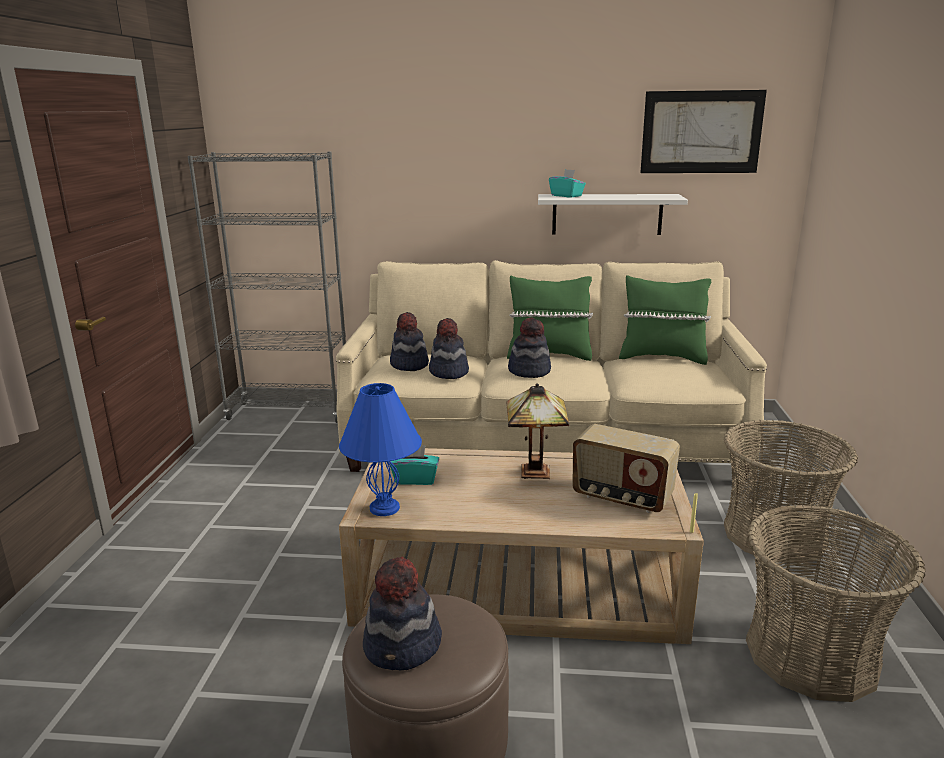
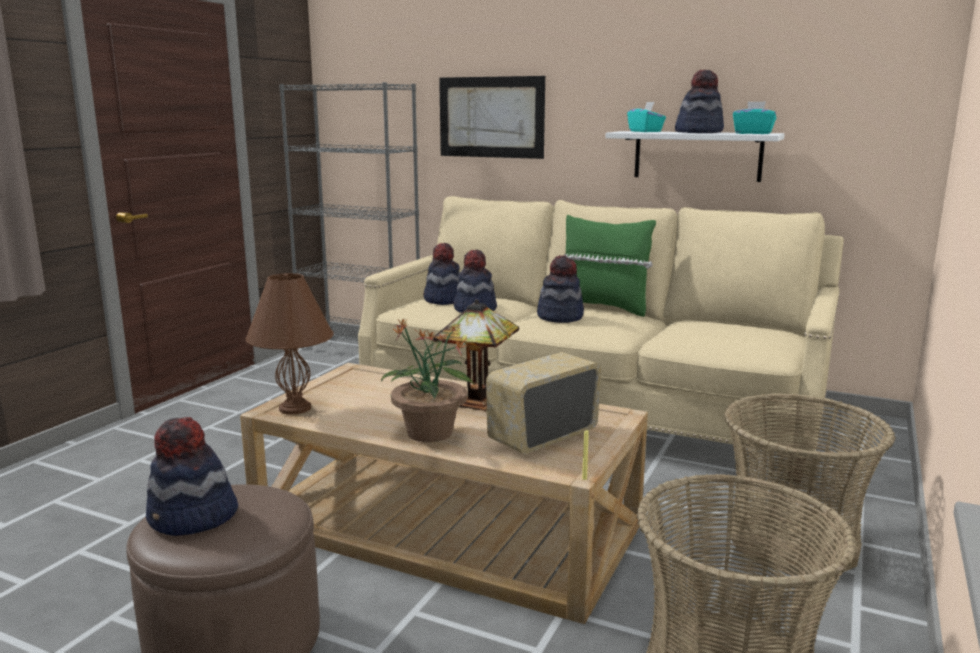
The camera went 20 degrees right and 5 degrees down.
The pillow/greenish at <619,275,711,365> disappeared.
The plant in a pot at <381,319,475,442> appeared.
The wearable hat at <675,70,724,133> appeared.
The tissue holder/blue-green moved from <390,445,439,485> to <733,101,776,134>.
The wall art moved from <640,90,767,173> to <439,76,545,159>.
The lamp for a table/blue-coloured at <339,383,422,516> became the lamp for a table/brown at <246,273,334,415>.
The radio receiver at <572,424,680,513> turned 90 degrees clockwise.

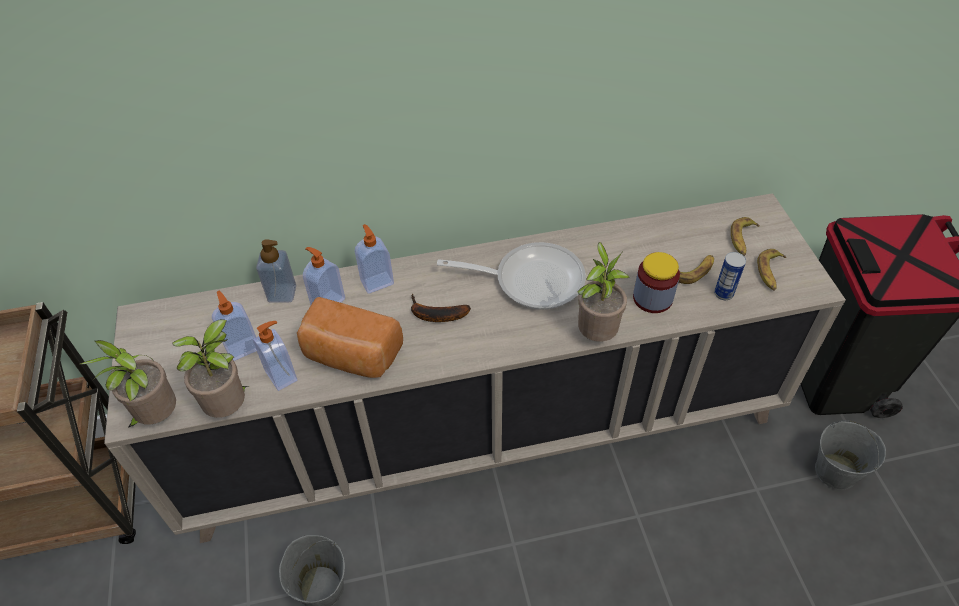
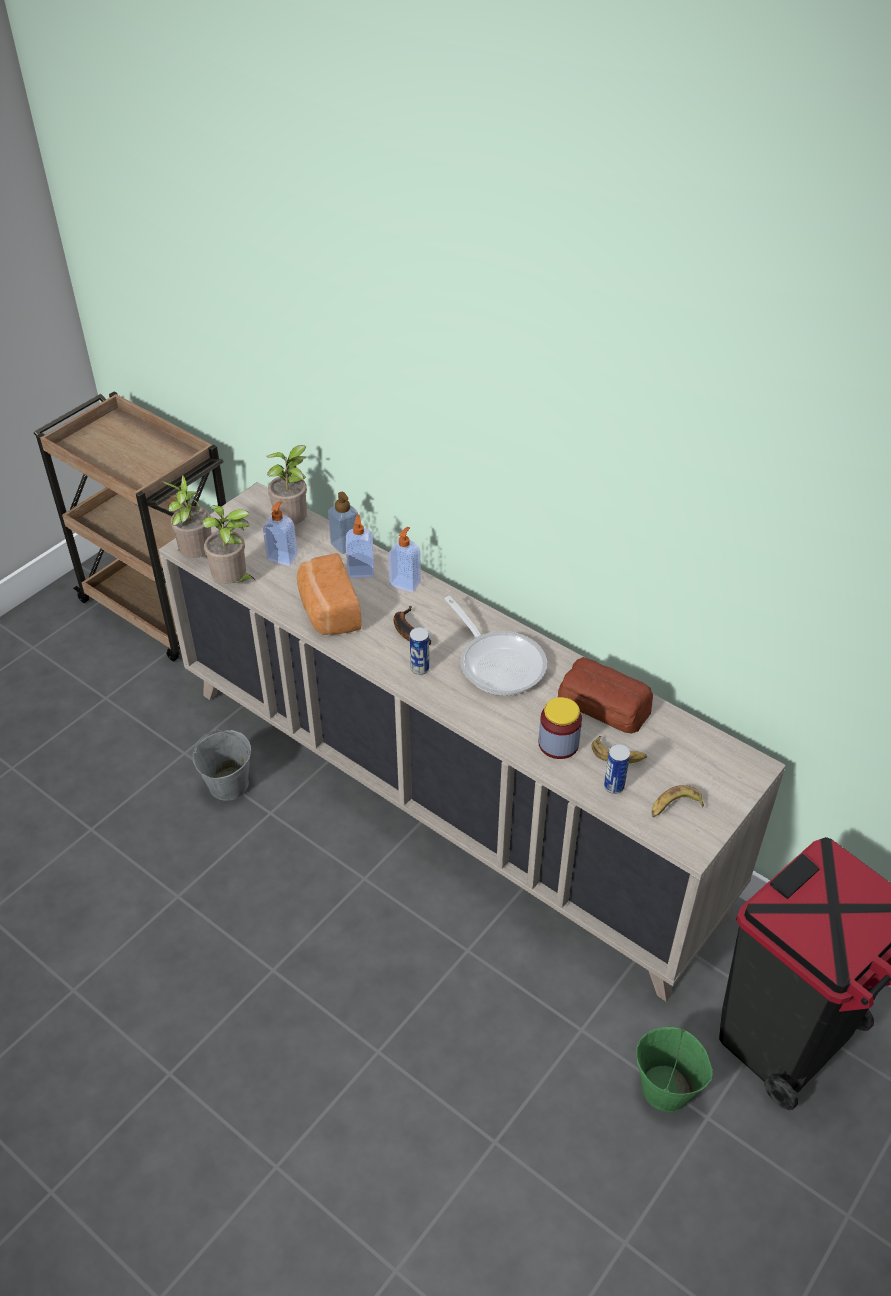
The camera went 50 degrees right and 5 degrees down.
The soap bottle at <253,321,297,391> disappeared.
The whole banana at <731,217,759,256> disappeared.
The sealed can at <410,627,429,675> appeared.
The bread at <558,657,653,734> appeared.
The plant in a pot moved from <577,242,629,341> to <267,445,307,525>.
The bucket/gray at <815,420,886,490> became the bucket/greenish at <636,1027,713,1112>.

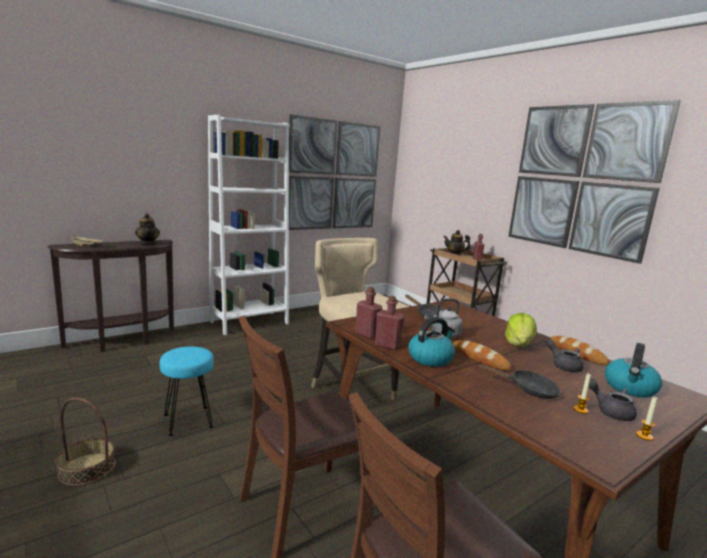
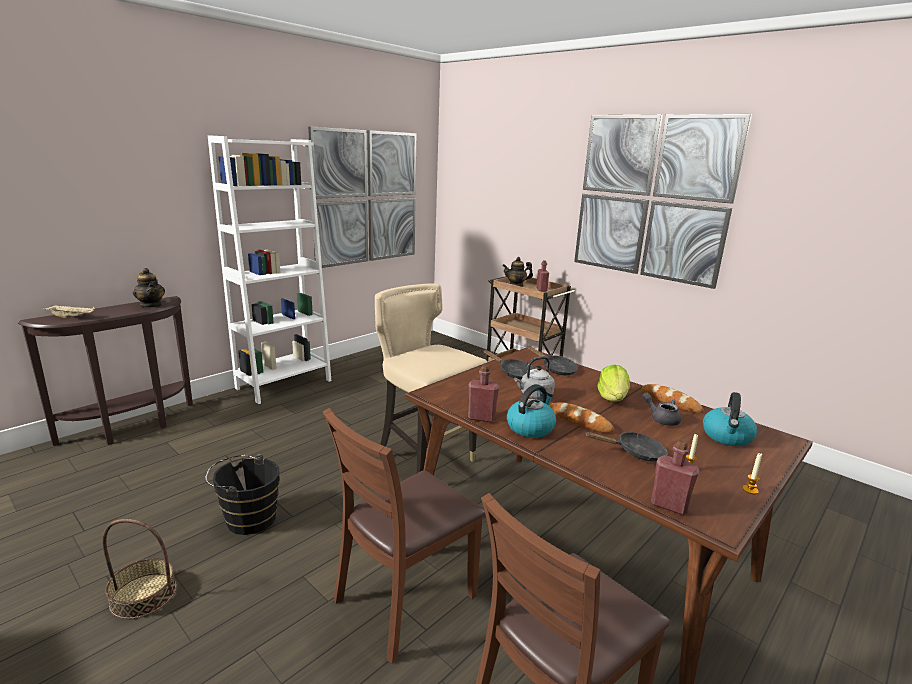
The camera went 10 degrees left and 5 degrees up.
The pot for tea/gray at <589,378,637,421> disappeared.
The skillet/blackish at <527,346,578,375> appeared.
The beverage bottle/red-coloured moved from <355,287,382,339> to <651,439,700,515>.
The sitting stool/blue-green at <160,346,214,436> was replaced by the bucket/blackish at <205,454,280,535>.

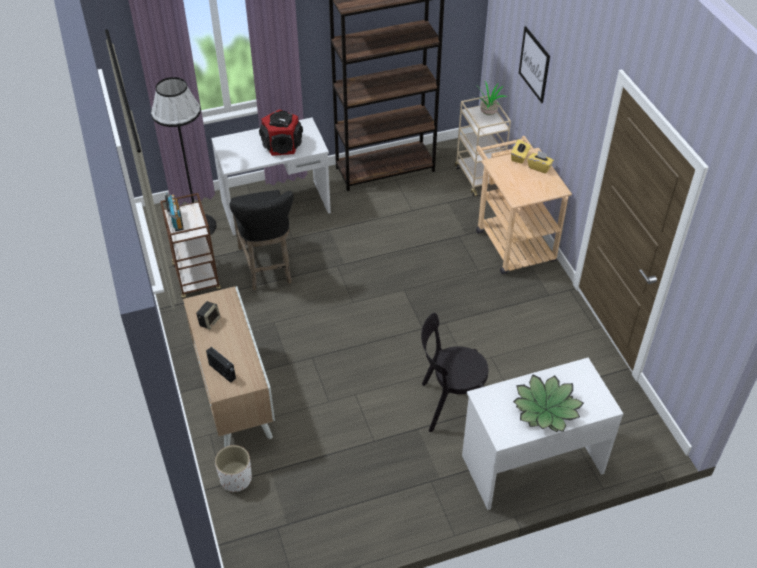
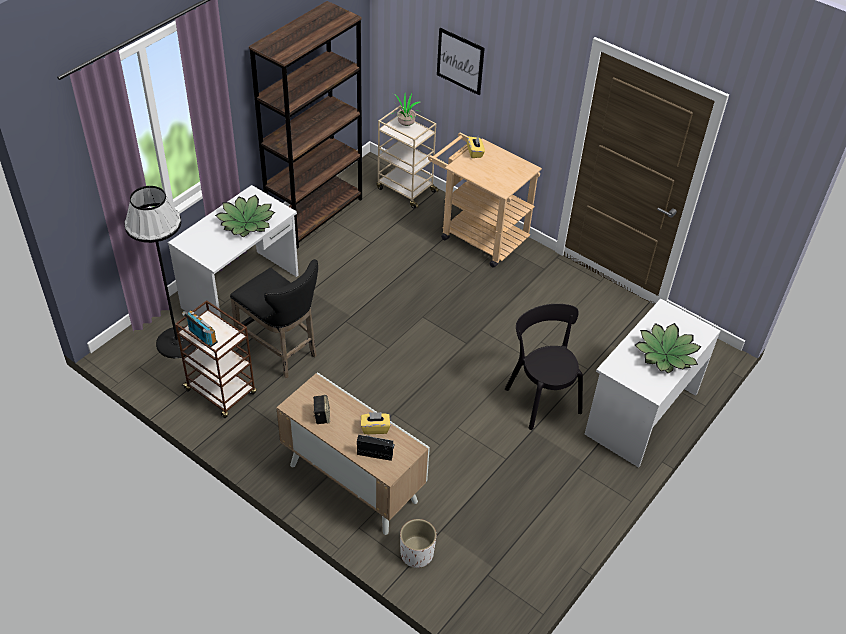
The camera went 35 degrees left and 0 degrees up.
The tissue holder/yellow moved from <527,150,554,173> to <361,412,390,434>.
The audio speaker at <259,109,303,156> was replaced by the plant in a pot at <215,195,275,237>.
The chair/blackish at <421,313,488,432> turned 105 degrees clockwise.

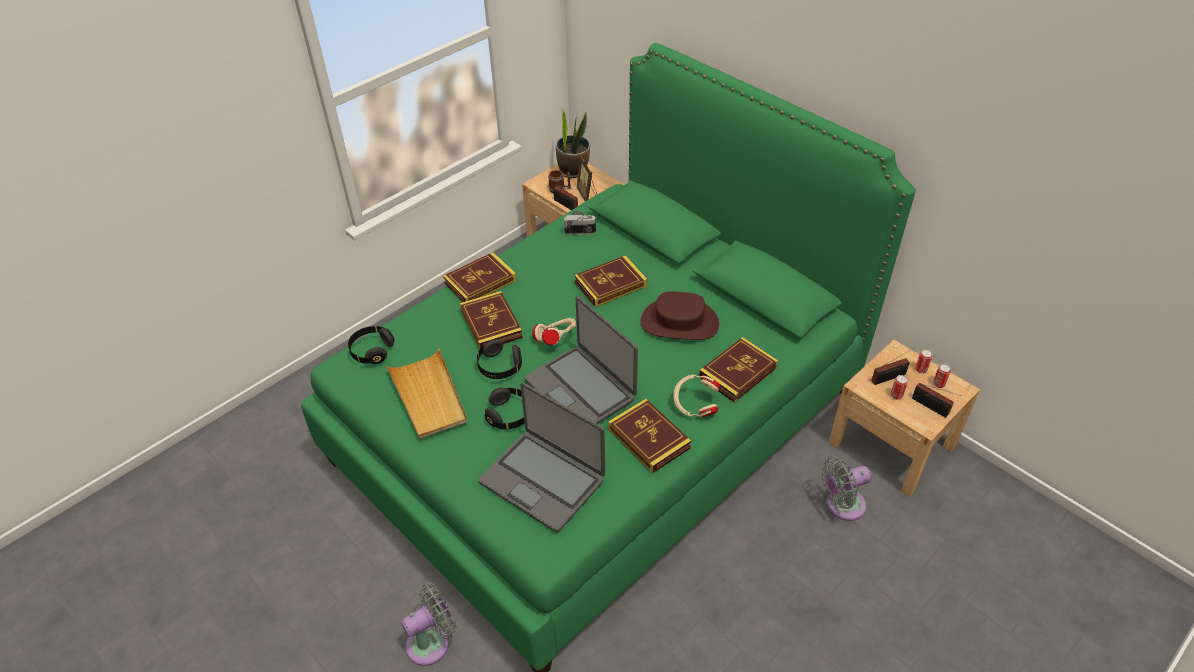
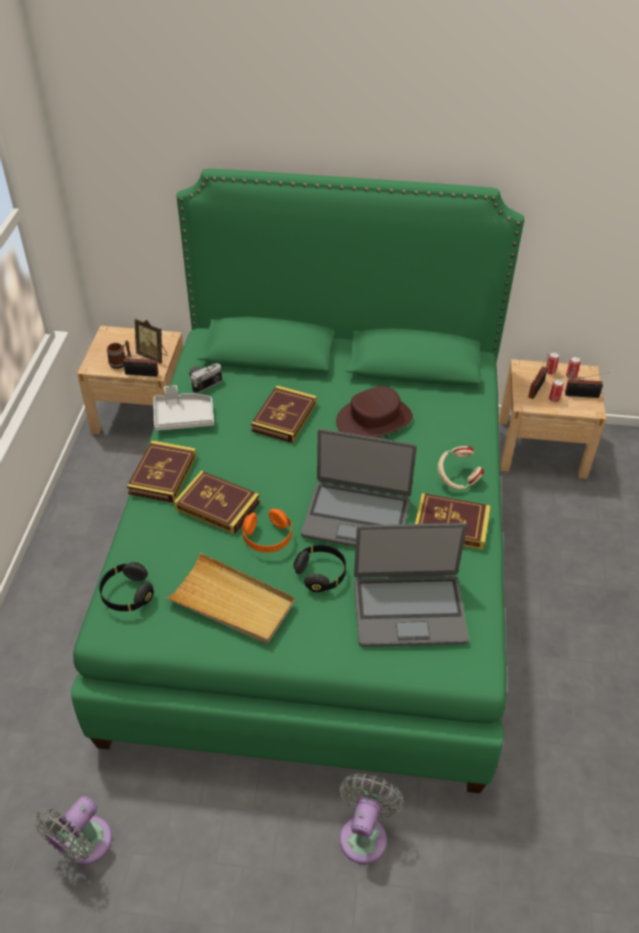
The camera went 40 degrees left and 0 degrees up.
The headset/beige at <532,318,576,345> disappeared.
The plant in a pot at <556,109,590,178> disappeared.
The book at <699,337,778,403> disappeared.
The carrying tray/gray at <153,385,214,431> appeared.
The electric fan/gray moved from <821,456,872,521> to <34,796,112,865>.
The headset/blackish at <477,339,522,379> became the headset/orange at <242,509,292,553>.

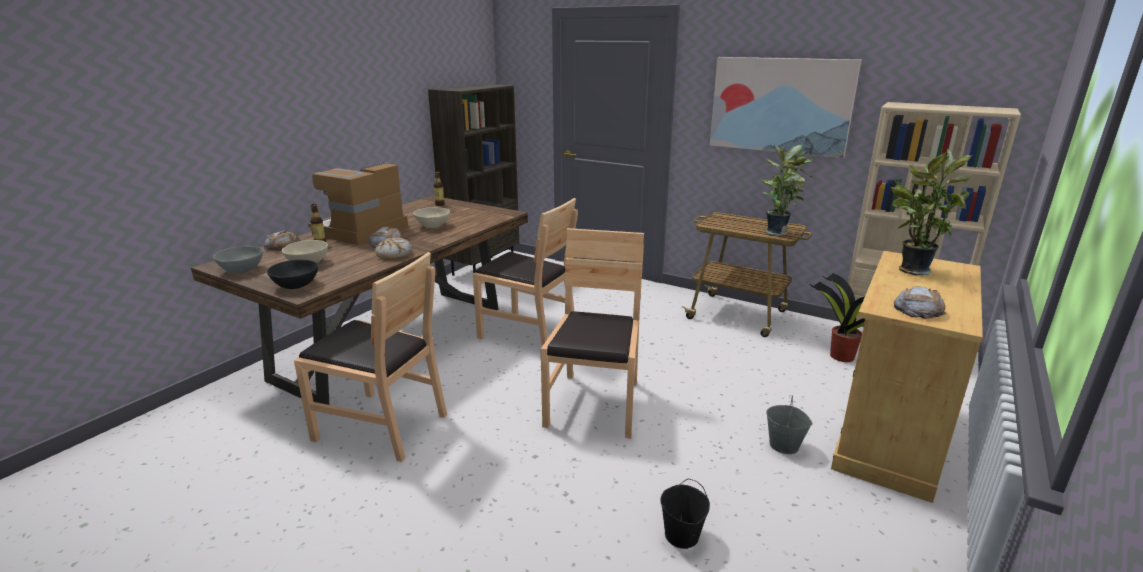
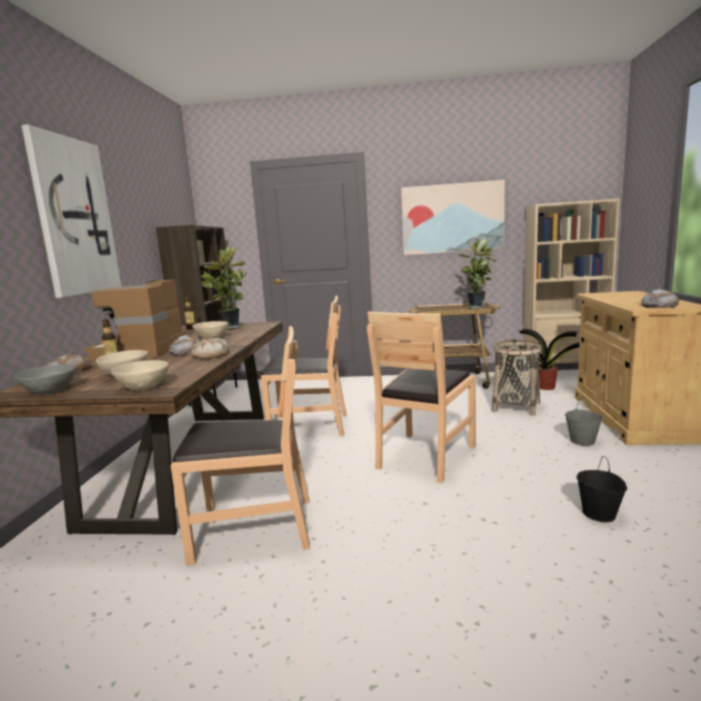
The camera went 25 degrees left and 10 degrees down.
The wall art at <21,125,121,298> appeared.
The storage basket at <492,340,542,416> appeared.
The plant in a pot moved from <891,149,971,275> to <201,247,246,330>.
The serving bowl/blackish at <267,260,318,289> became the serving bowl/beige at <111,360,169,390>.
The chair/brown at <541,228,644,438> turned 135 degrees counterclockwise.

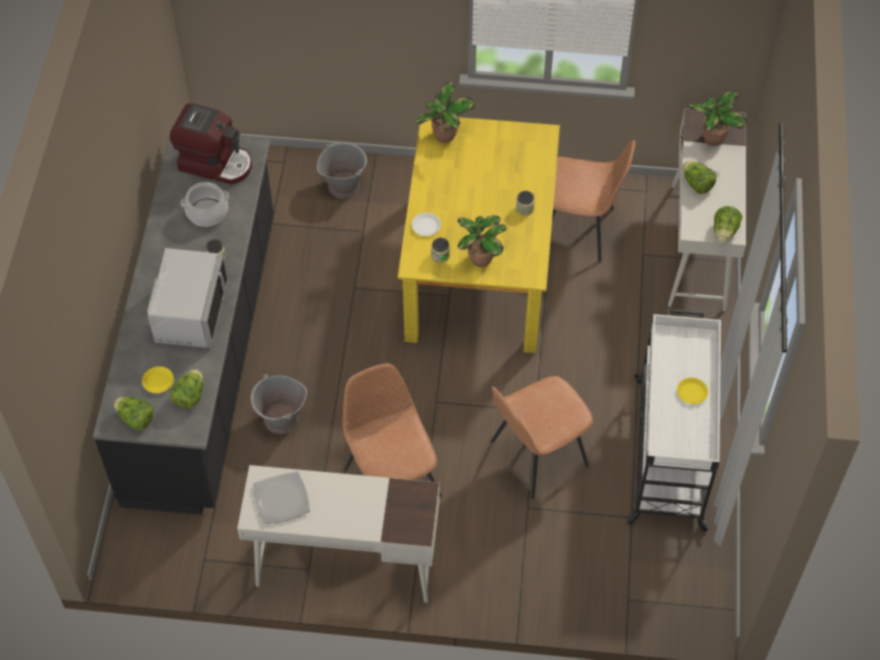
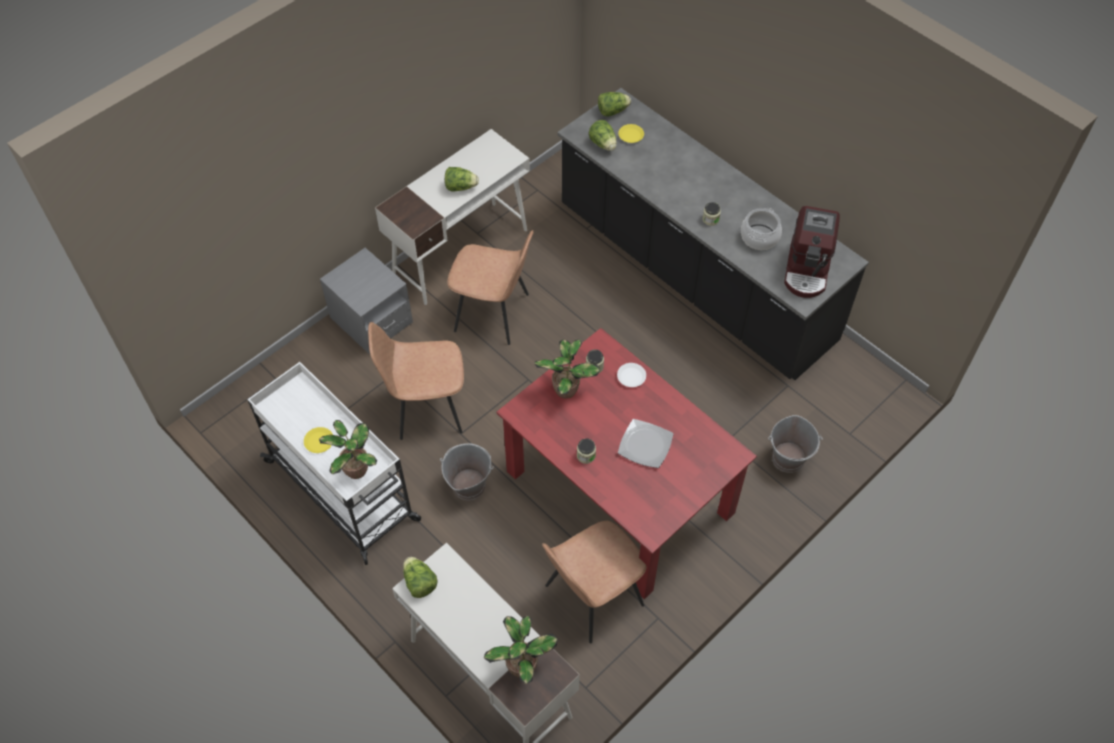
The camera went 130 degrees right and 0 degrees up.
The microwave/gray at <147,248,228,348> disappeared.
The bedside table/gray at <320,248,413,354> appeared.
The bucket/gray moved from <251,374,307,434> to <440,443,494,500>.
The dinner plate moved from <253,472,310,524> to <618,419,673,468>.
The plant in a pot moved from <415,82,475,143> to <319,420,377,479>.
The lettuce moved from <683,161,716,194> to <445,167,479,191>.
The dining table/yellow at <398,114,560,353> became the dining table/red-coloured at <496,328,757,599>.
The coffee brewer at <170,103,252,184> turned 45 degrees counterclockwise.
The chair/brown at <490,376,593,499> turned 105 degrees counterclockwise.

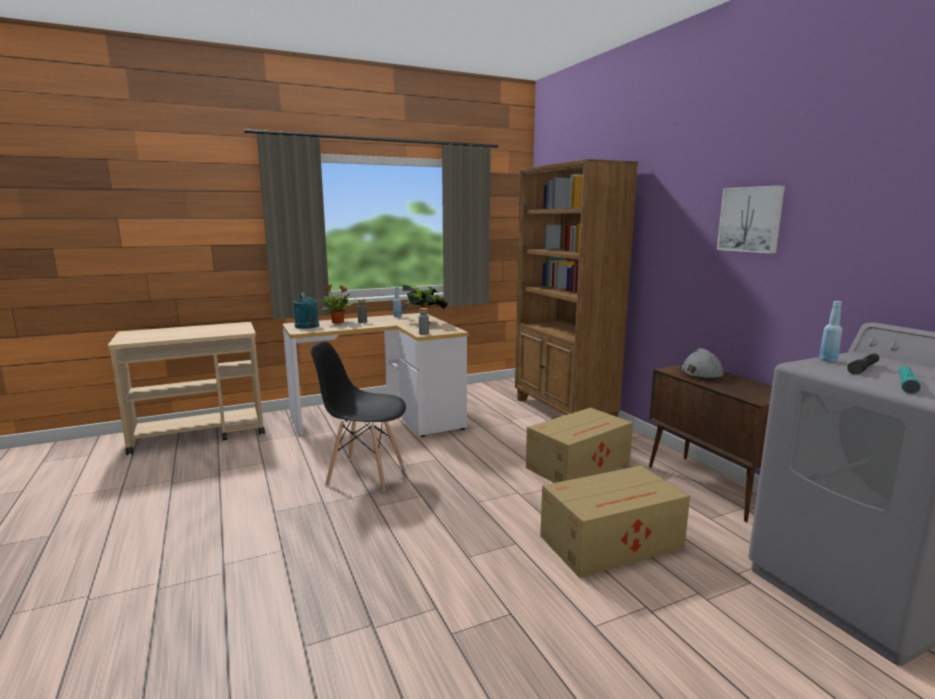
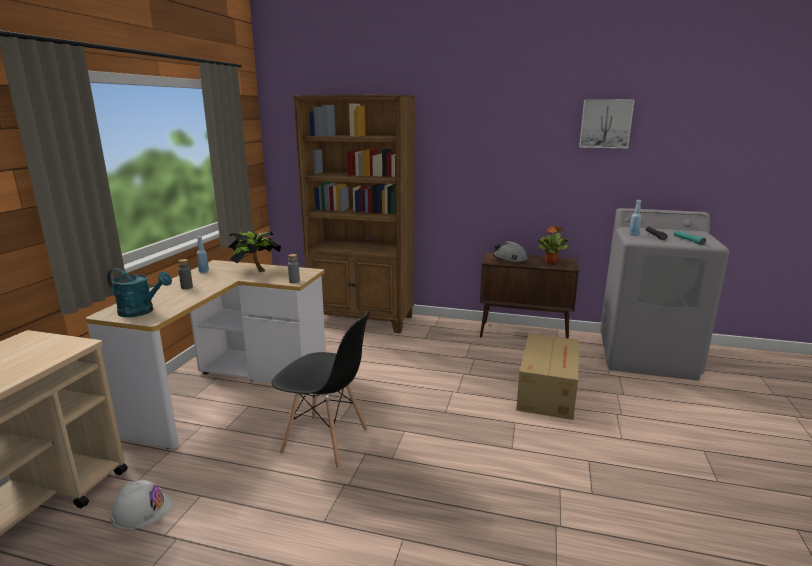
The camera went 50 degrees left and 5 degrees up.
The carton at <526,408,633,483> disappeared.
The hard hat/white at <111,480,172,529> appeared.
The plant in a pot moved from <319,284,355,324> to <538,226,571,264>.
The wall art moved from <717,185,785,254> to <579,99,635,148>.
The chair/blackish at <311,341,406,491> turned 120 degrees counterclockwise.

